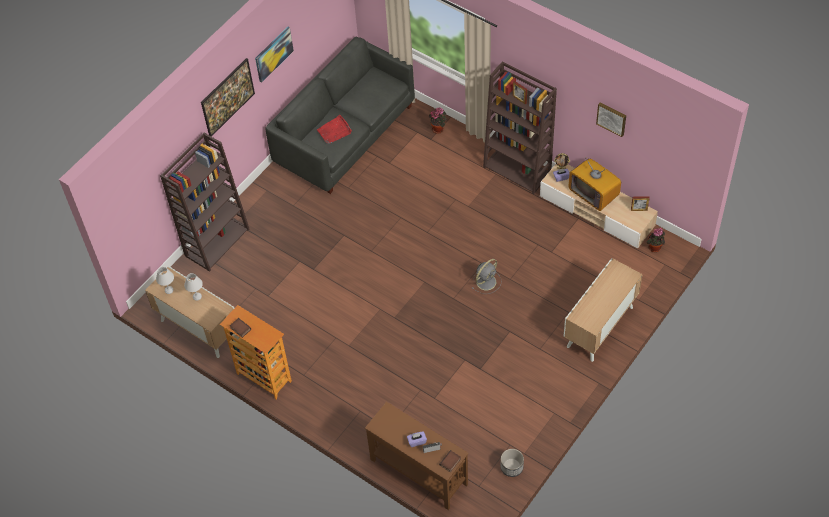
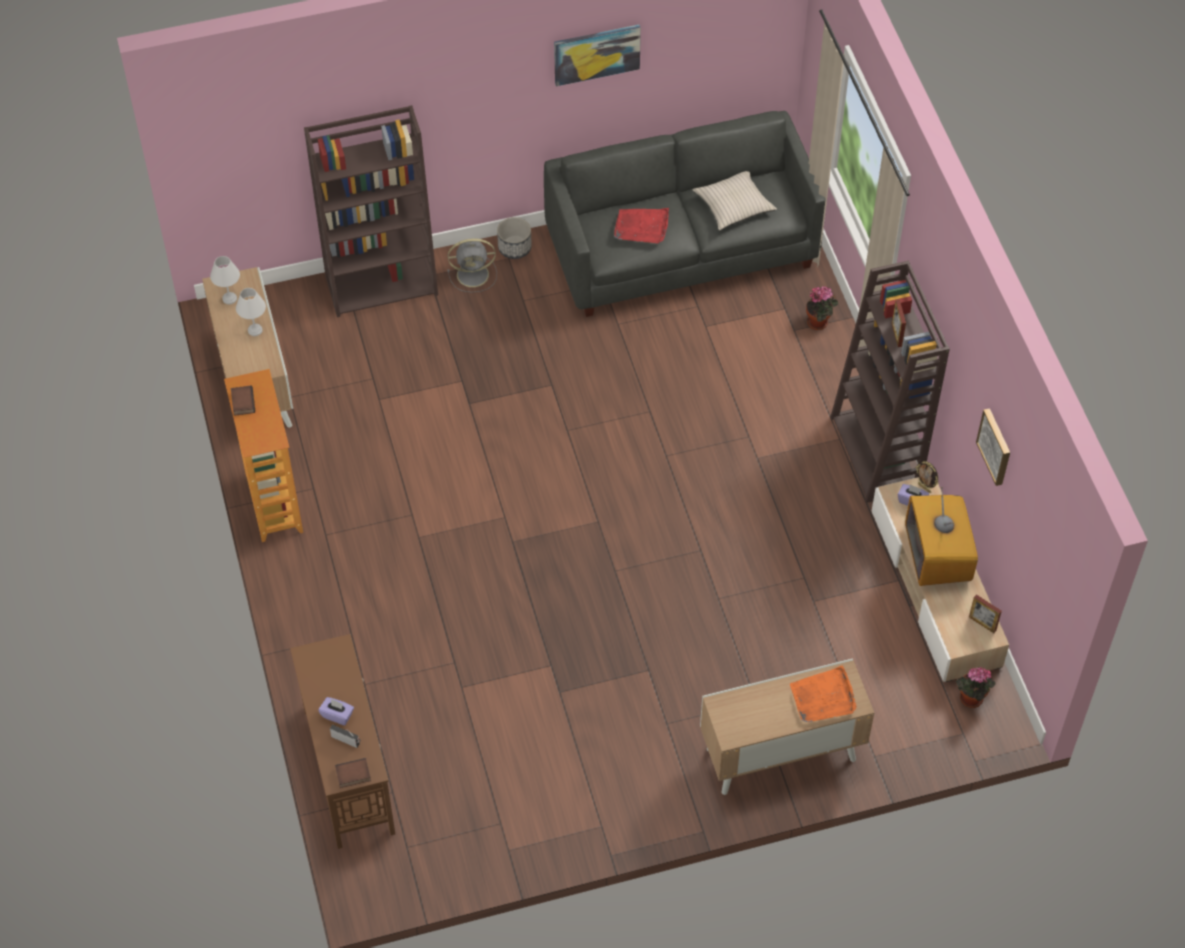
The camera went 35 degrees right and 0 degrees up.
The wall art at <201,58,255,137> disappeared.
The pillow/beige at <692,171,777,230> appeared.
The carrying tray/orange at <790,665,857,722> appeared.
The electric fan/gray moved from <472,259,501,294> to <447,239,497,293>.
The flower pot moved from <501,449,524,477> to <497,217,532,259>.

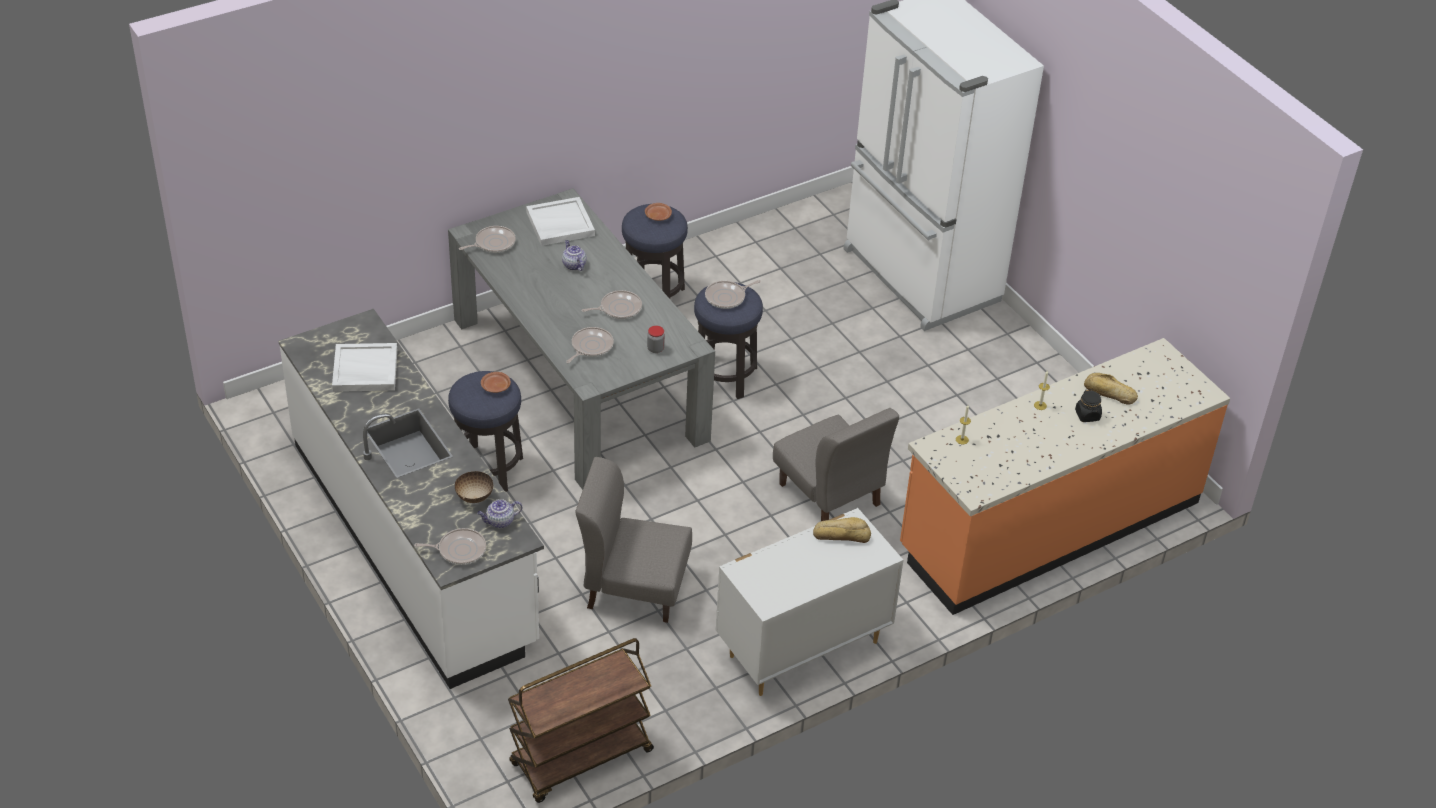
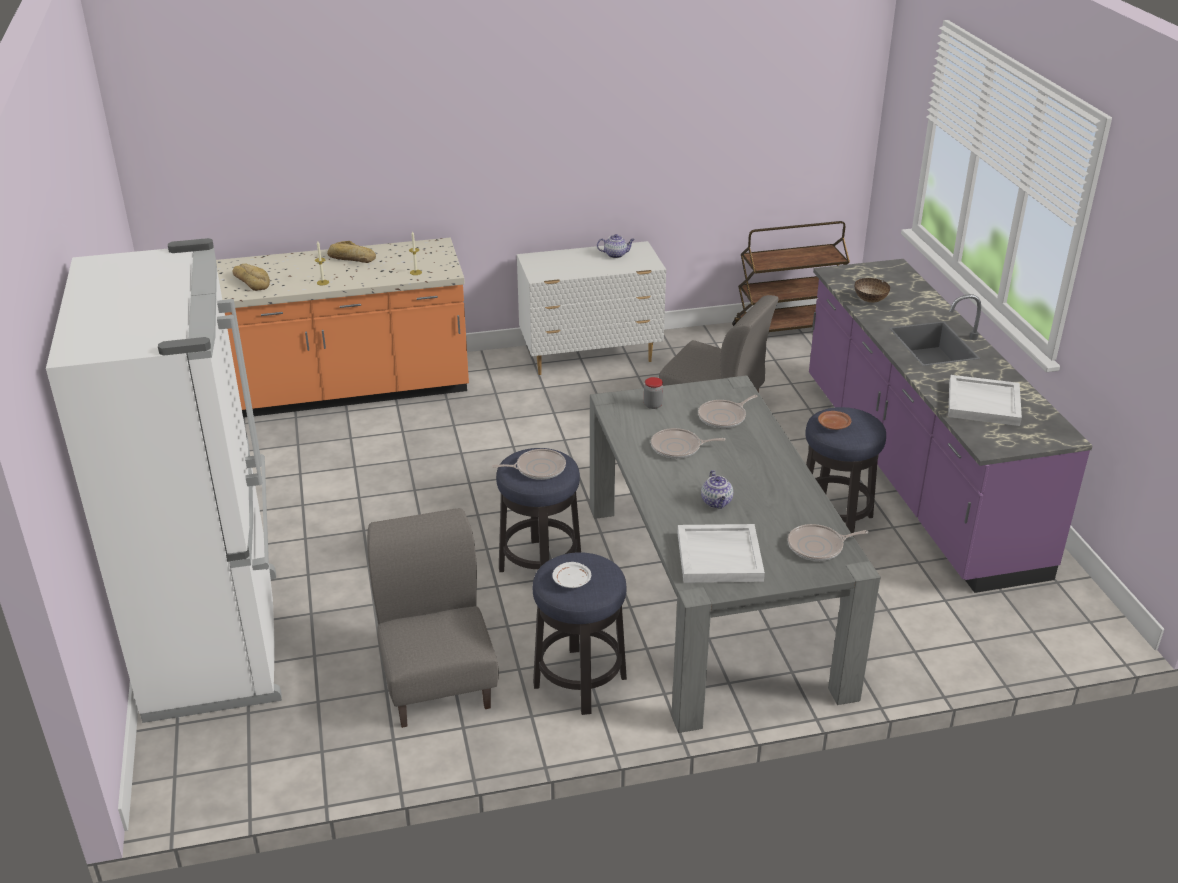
The camera went 160 degrees left and 10 degrees down.
The skillet at <414,528,486,565> disappeared.
The preserve jar/blackish at <1075,389,1102,422> disappeared.
The pot for tea moved from <477,499,522,529> to <597,234,635,258>.
The chair/gray moved from <773,408,899,521> to <367,508,499,728>.
The bread moved from <813,517,871,543> to <327,241,376,263>.
The kitchen counter/white at <279,309,544,689> became the kitchen counter/purple at <809,259,1093,593>.
The dinner plate/brown at <645,203,672,221> became the dinner plate/white at <552,562,591,588>.

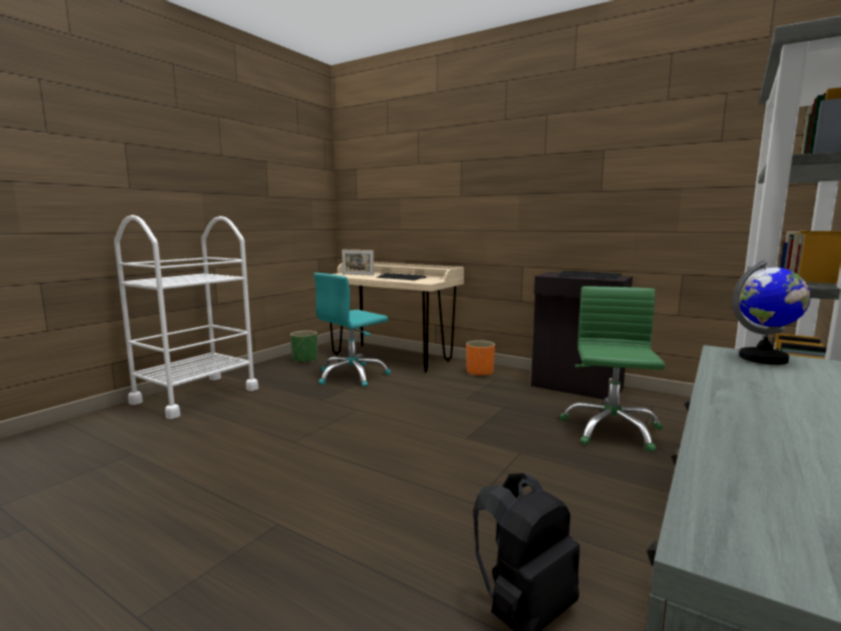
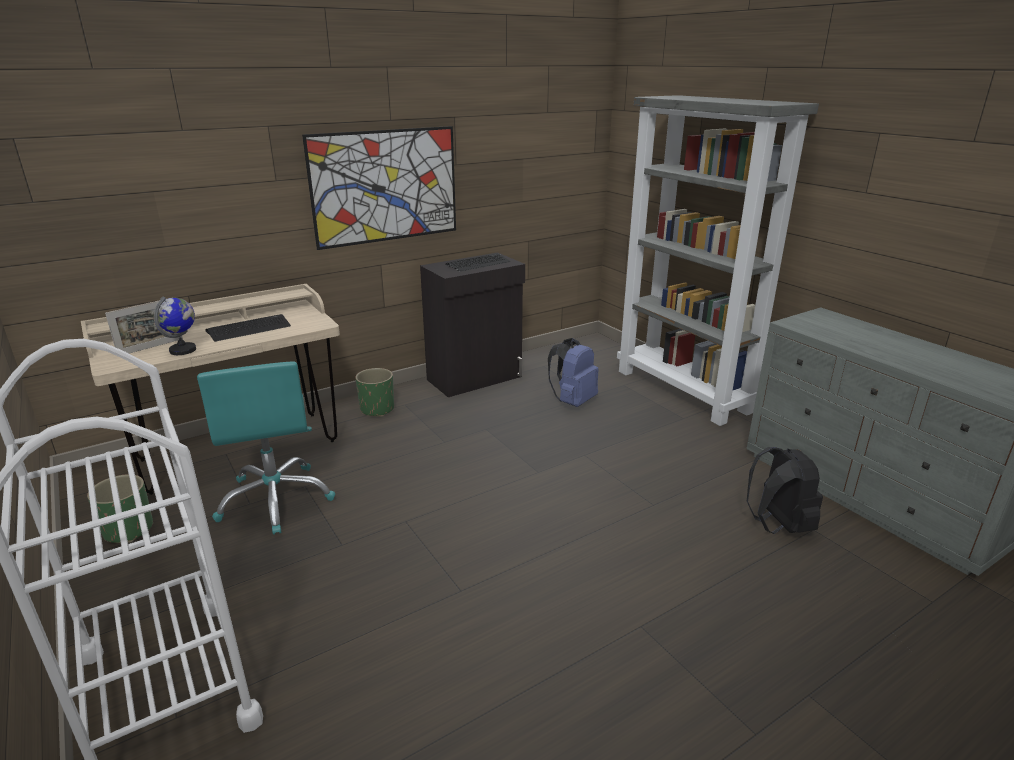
The camera went 65 degrees left and 15 degrees up.
The wall art at <302,126,456,250> appeared.
The globe moved from <733,260,811,365> to <154,297,196,355>.
The computer chair/greenish at <559,286,665,452> was replaced by the rucksack/blue-coloured at <548,338,598,407>.
The flower pot/orange at <466,340,495,376> became the flower pot/greenish at <355,368,394,417>.

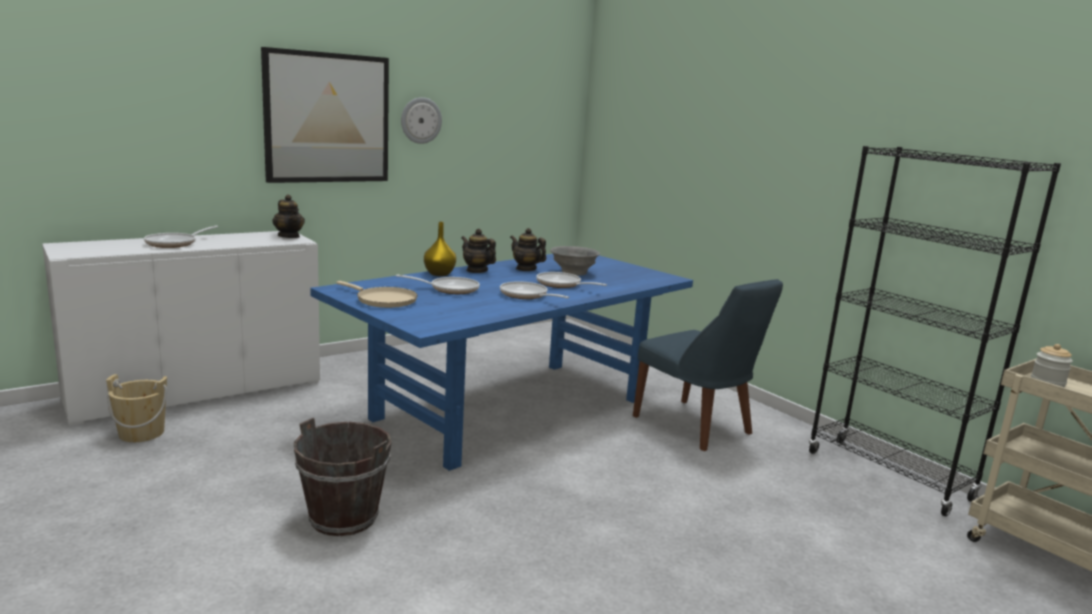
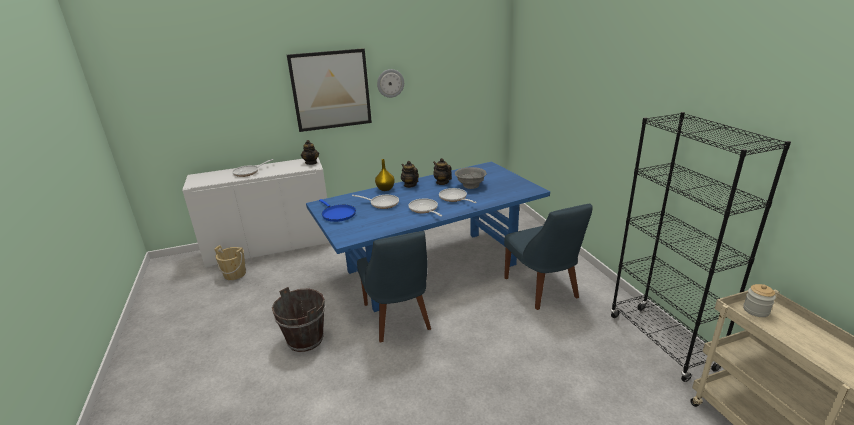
The camera went 20 degrees right and 10 degrees up.
The chair/blue-coloured at <357,231,431,342> appeared.
The skillet/beige at <336,281,418,308> became the skillet/blue-coloured at <319,199,356,222>.

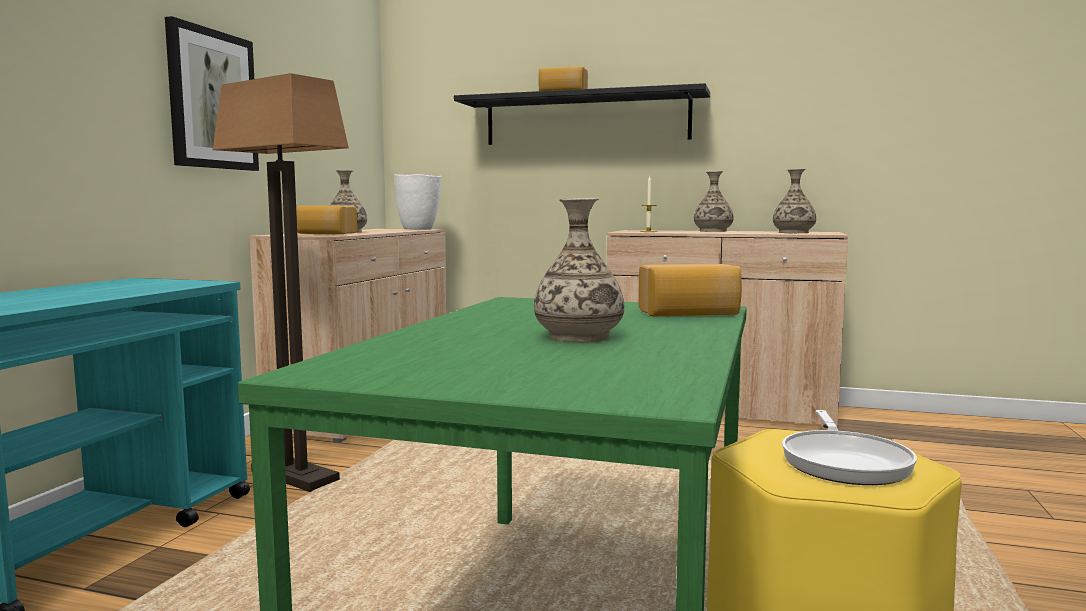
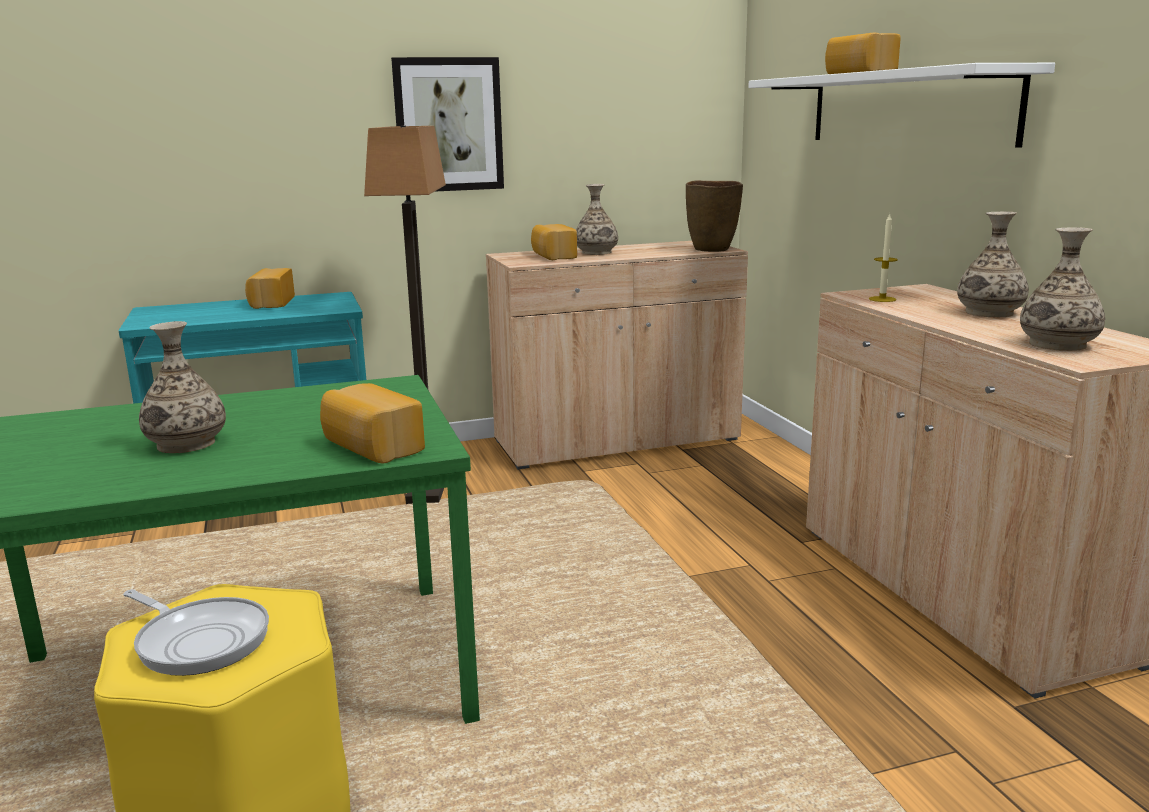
The camera went 55 degrees right and 10 degrees up.
The bread at <245,268,295,309> appeared.
The vase/white at <394,174,442,230> became the vase/brown at <686,180,743,252>.
The wall shelf/blackish at <454,83,710,145> became the wall shelf/white at <749,63,1055,148>.
The skillet at <782,410,917,485> turned 120 degrees counterclockwise.

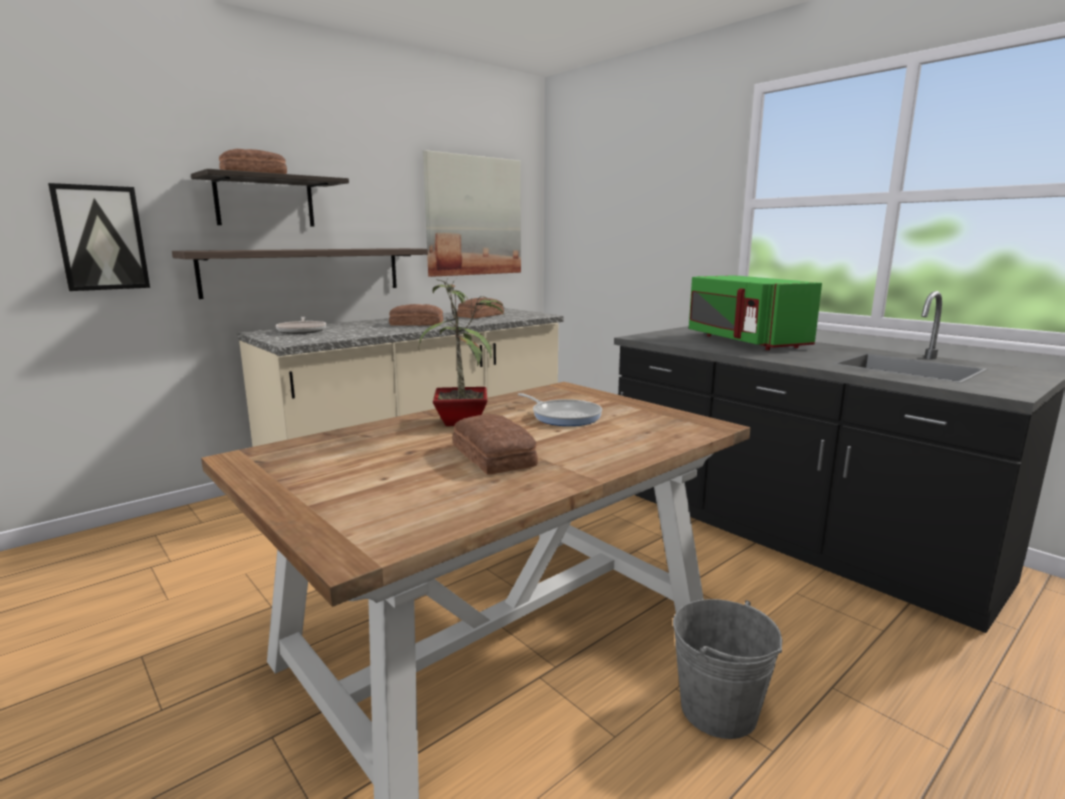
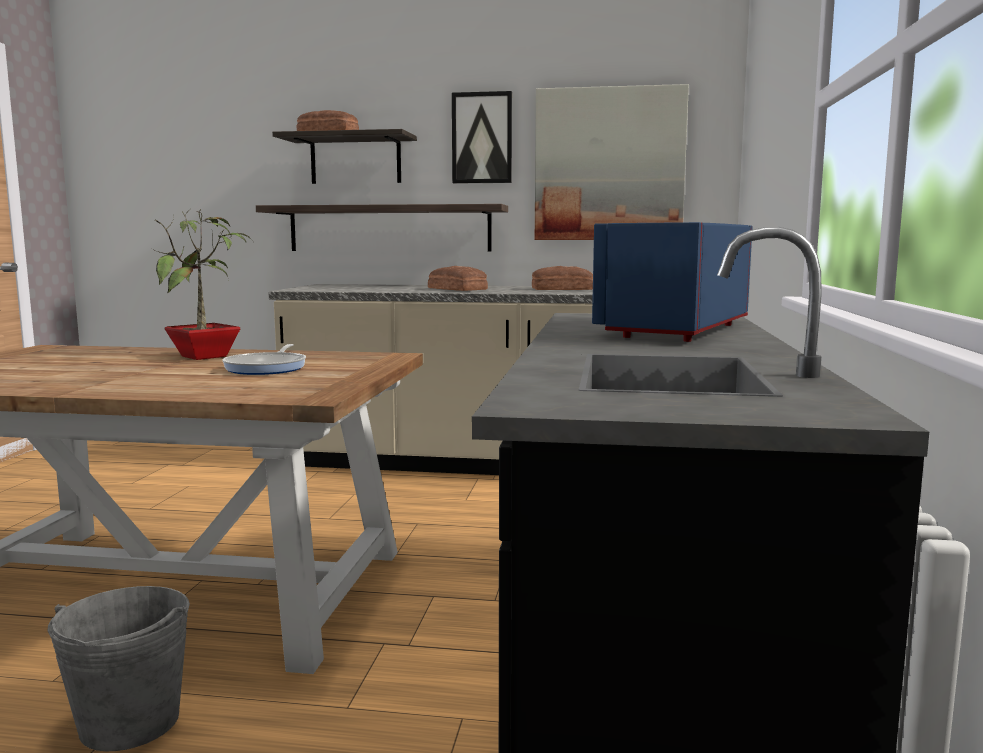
The camera went 50 degrees right and 5 degrees down.
The skillet at <276,317,326,334> disappeared.
The bread at <453,414,538,474> disappeared.
The wall art moved from <48,183,150,291> to <452,91,512,184>.
The microwave/greenish at <689,275,822,350> became the microwave/blue-coloured at <592,222,753,342>.

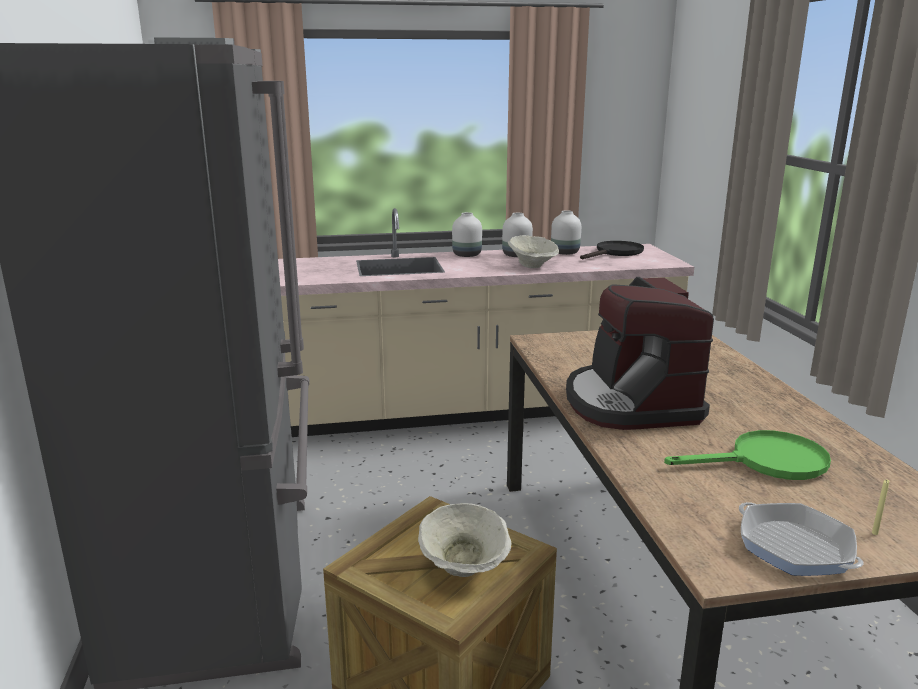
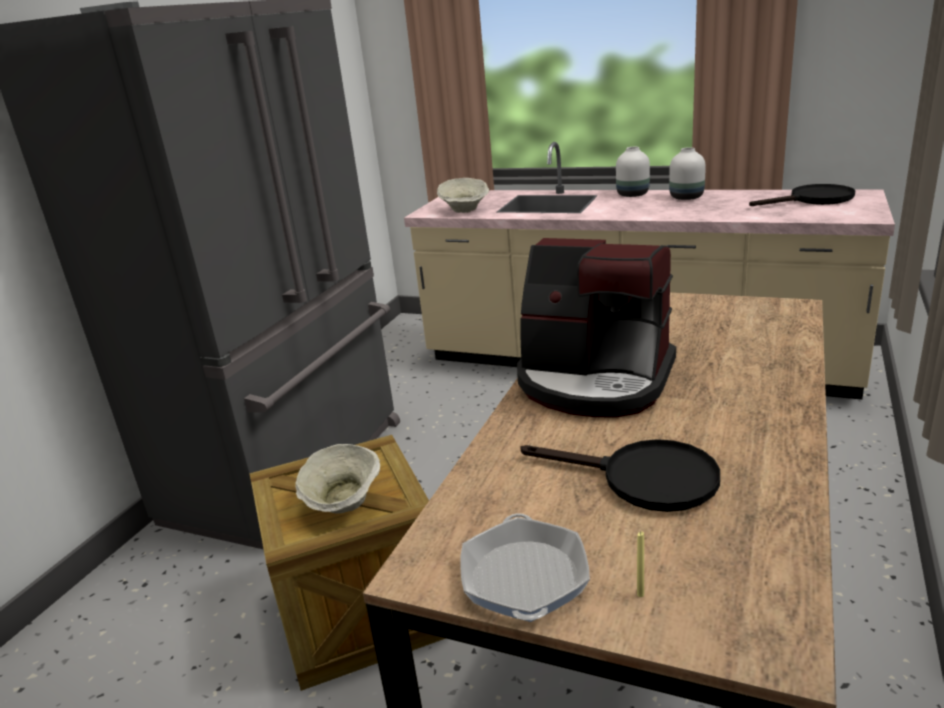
The camera went 35 degrees right and 5 degrees up.
The vase/white at <551,211,581,255> disappeared.
The serving bowl/beige moved from <508,235,559,268> to <437,178,489,213>.
The skillet/greenish at <664,430,831,480> became the skillet/blackish at <520,439,720,512>.
The coffee brewer at <566,277,714,430> turned 90 degrees counterclockwise.

